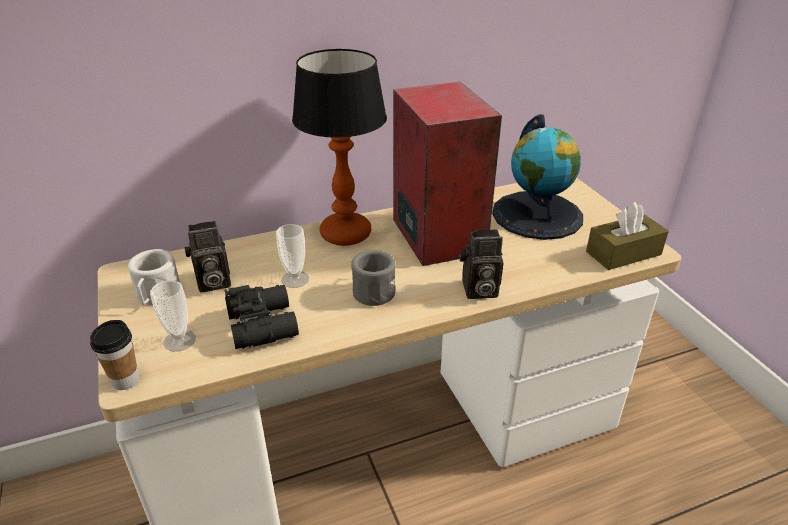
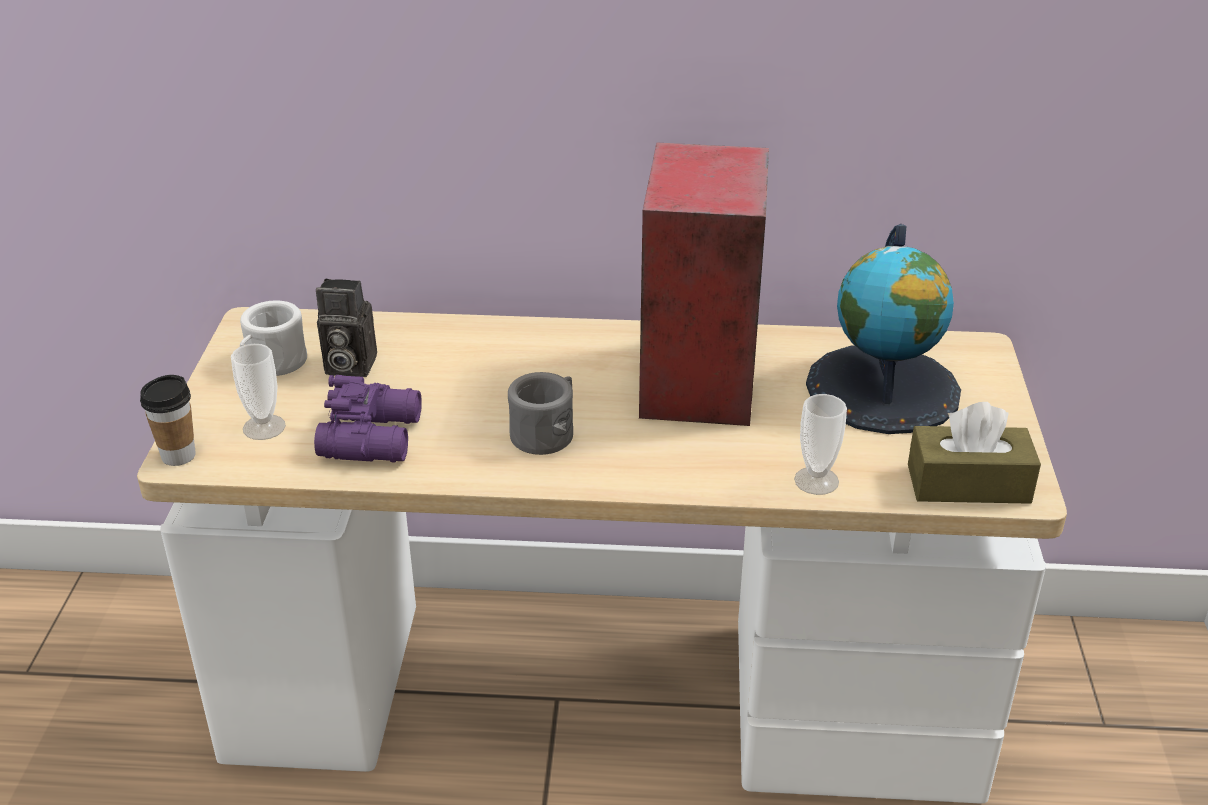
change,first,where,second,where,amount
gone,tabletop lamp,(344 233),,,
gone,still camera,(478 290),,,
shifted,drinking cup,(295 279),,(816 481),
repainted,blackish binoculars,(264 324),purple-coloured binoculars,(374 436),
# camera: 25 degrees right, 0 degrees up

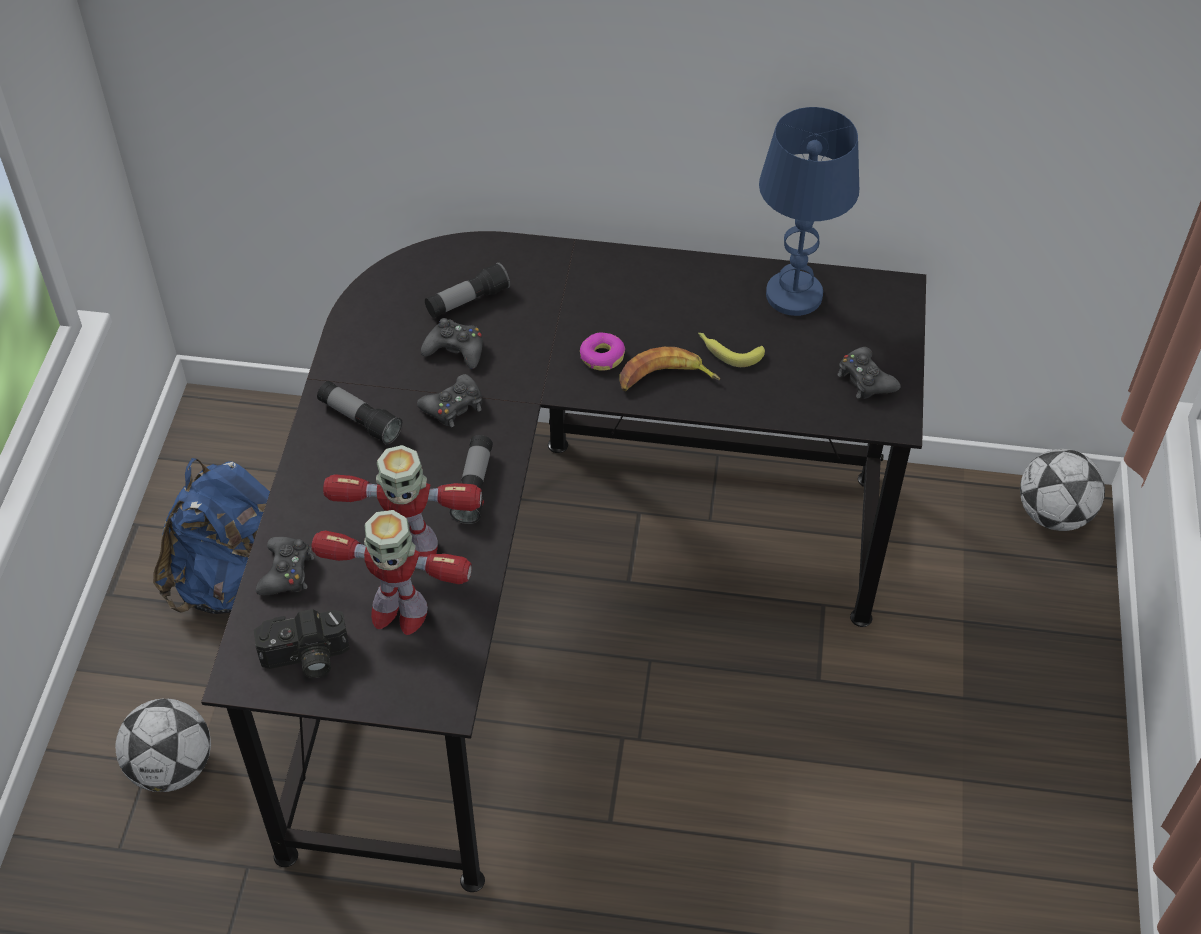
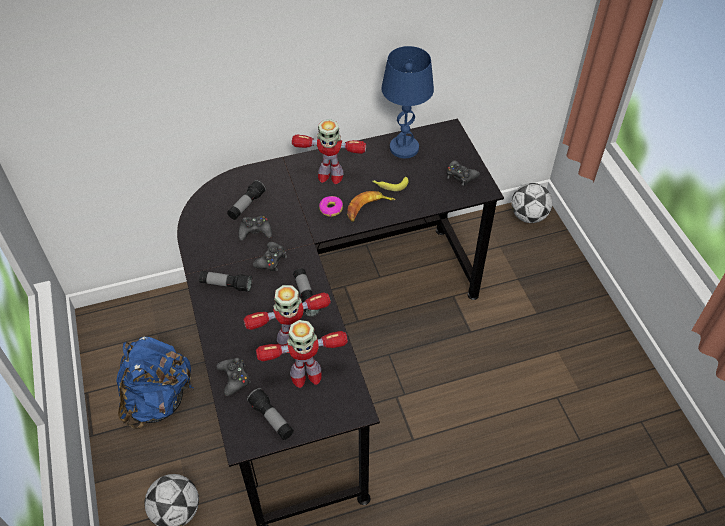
change,first,where,second,where,amount
new,,,toy robot,(329 175),
swapped,still camera,(305 658),hand torch,(271 418),
# camera: 25 degrees left, 0 degrees up

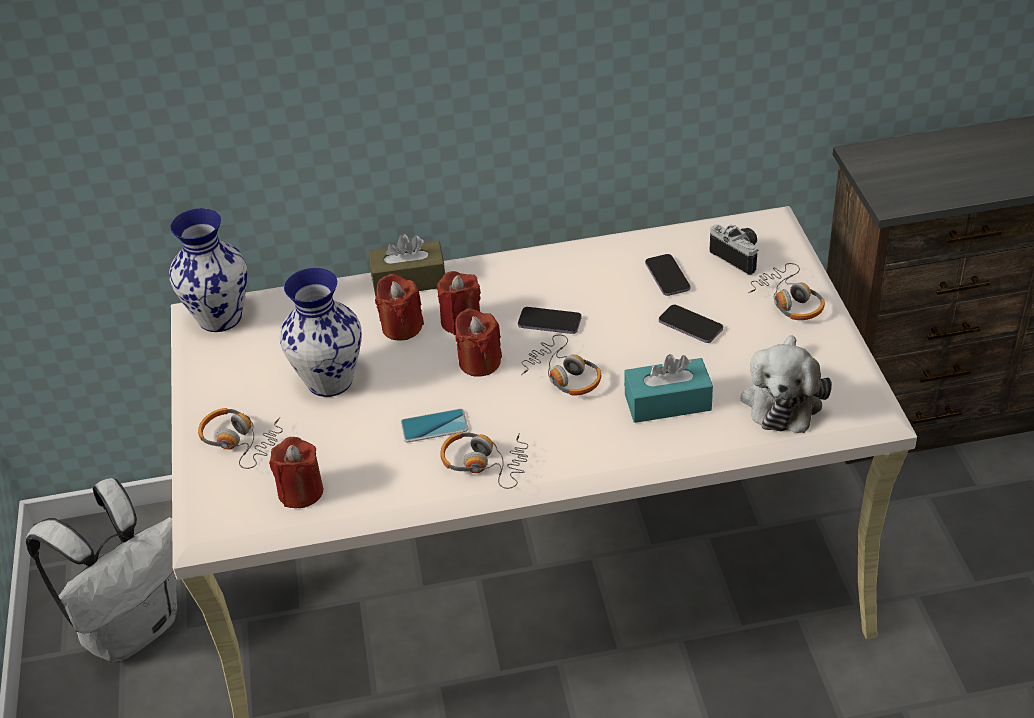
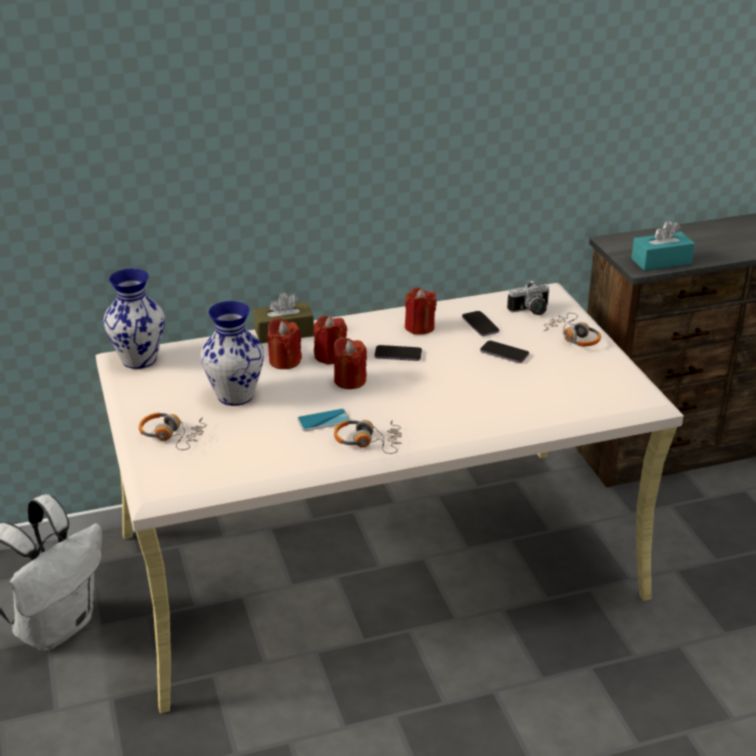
change,first,where,second,where,amount
gone,pair of headphones,(564 375),,,
gone,cuddly toy,(782 398),,,
shifted,red-coloured wax candle,(301 492),,(419 327),
shifted,turquoise tissue holder,(667 402),,(661 261),
rotated,still camera,(740 256),,(531 311),120 degrees clockwise
# camera: 10 degrees left, 10 degrees down

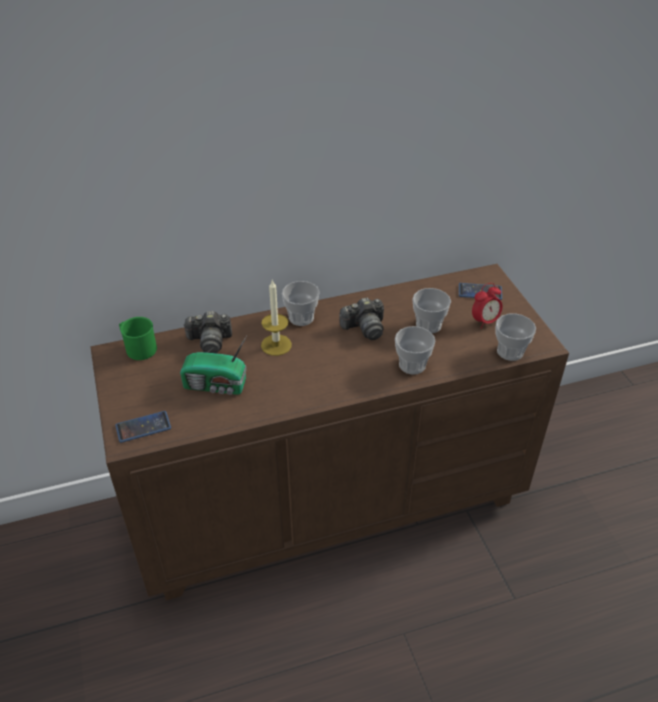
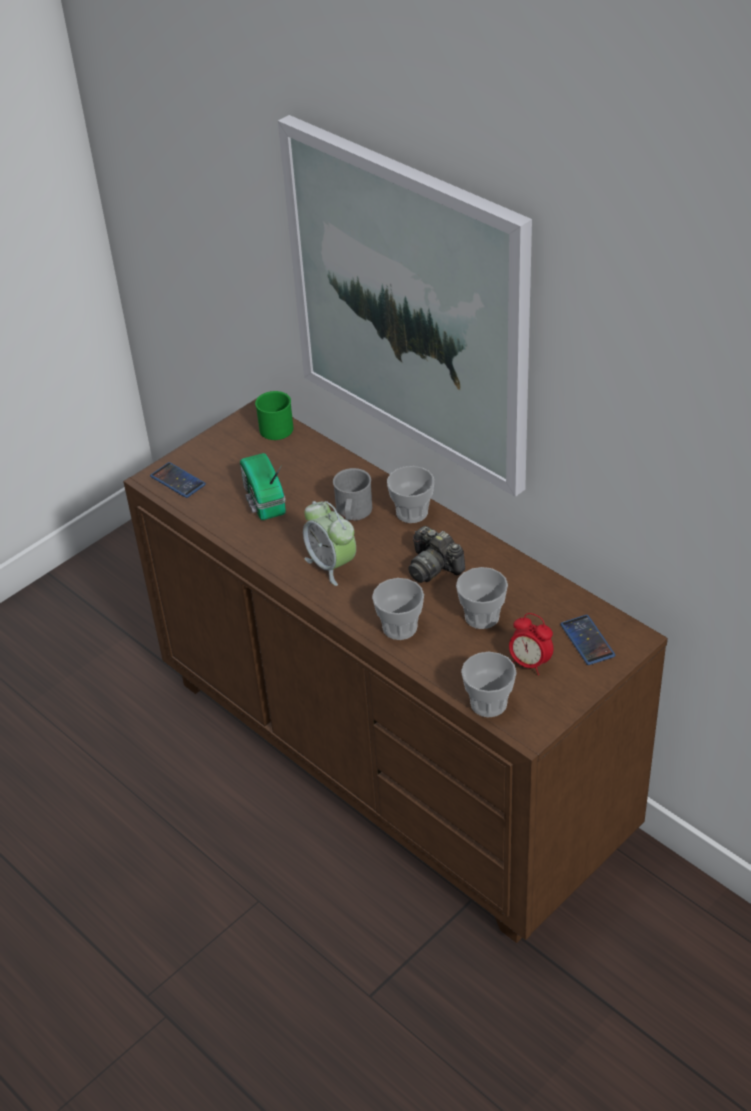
change,first,where,second,where,amount
gone,still camera,(210 341),,,
new,,,wall picture,(409 305),
new,,,bedside clock,(331 565),
swapped,wax candle,(276 345),grey mug,(353 513),
# camera: 65 degrees right, 0 degrees up

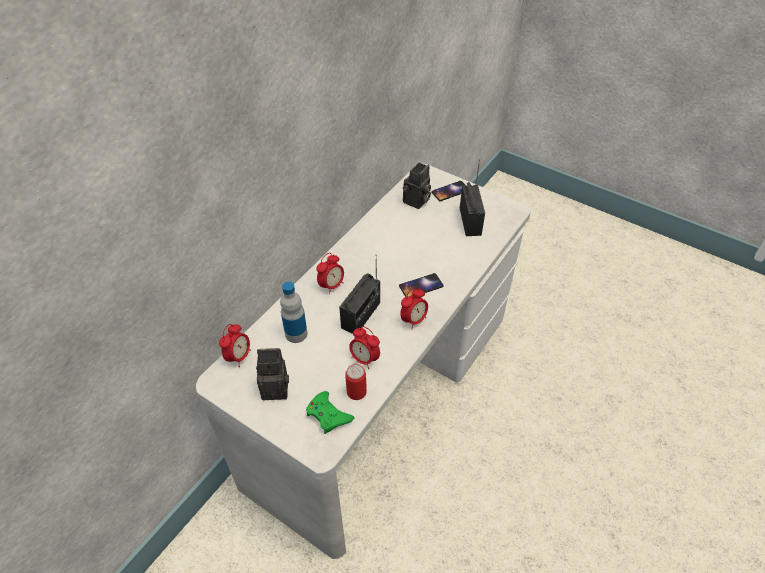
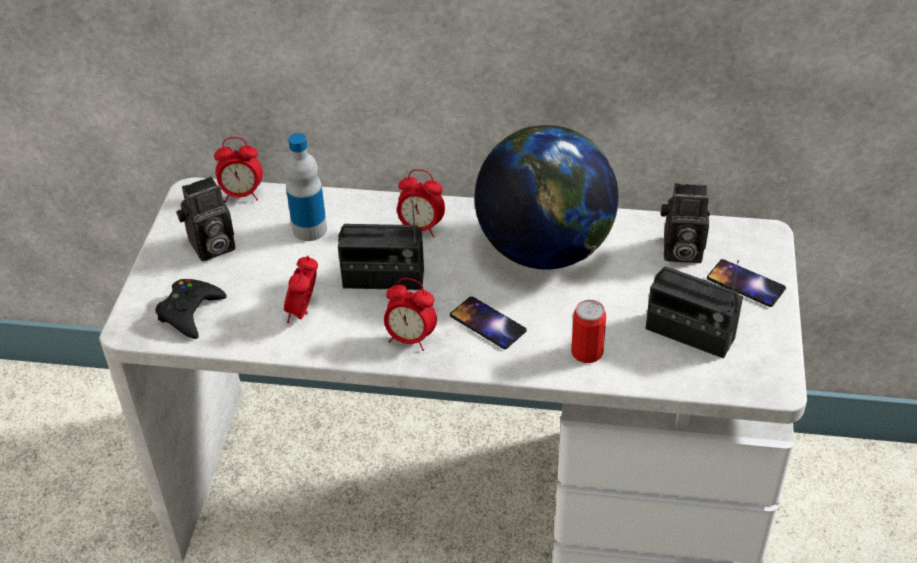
change,first,where,second,where,amount
new,,,world globe,(544 251),
shifted,sealed can,(356 392),,(587 352),
repainted,green-coloured joypad,(328 415),blackish joypad,(190 312),
rotated,still camera,(277 387),,(211 248),90 degrees clockwise
rotated,radio set,(470 221),,(689 334),60 degrees clockwise
# camera: 65 degrees right, 5 degrees down

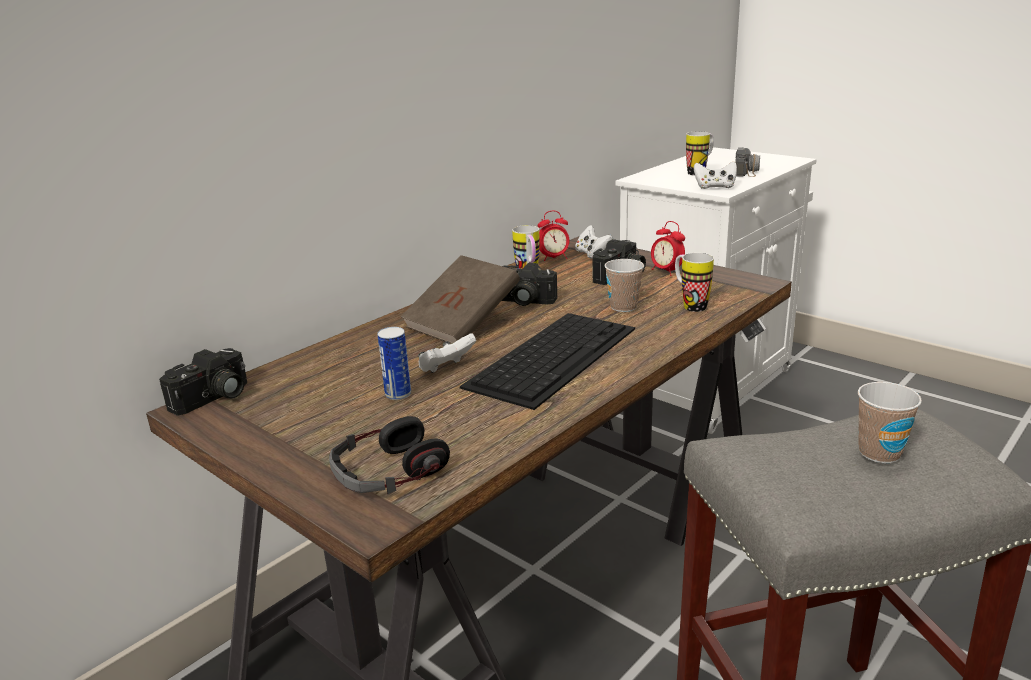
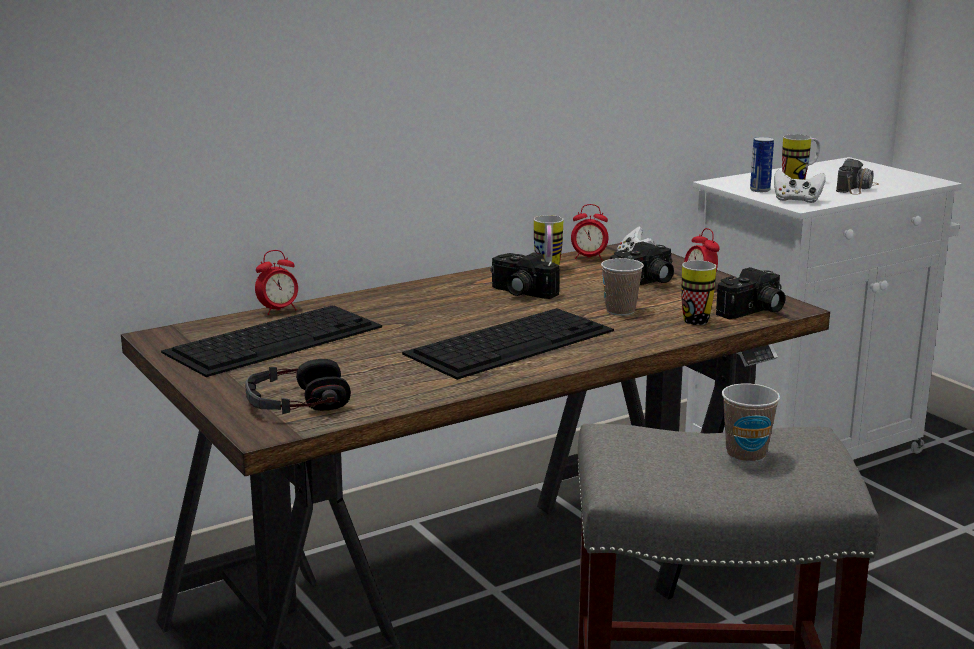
change,first,where,second,where,amount
gone,brownish bound book,(463 324),,,
gone,whitish joypad,(446 368),,,
new,,,keyboard,(276 339),
new,,,bedside clock,(278 310),
shifted,still camera,(213 399),,(753 312),
shifted,sealed can,(398 394),,(760 190),
# camera: 15 degrees right, 5 degrees down

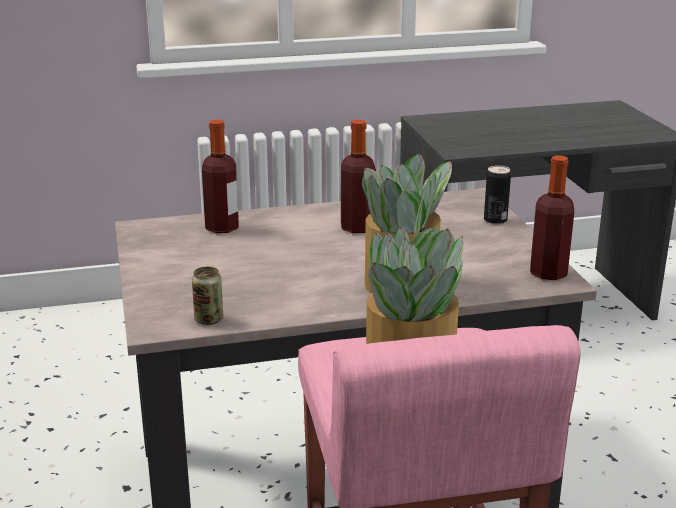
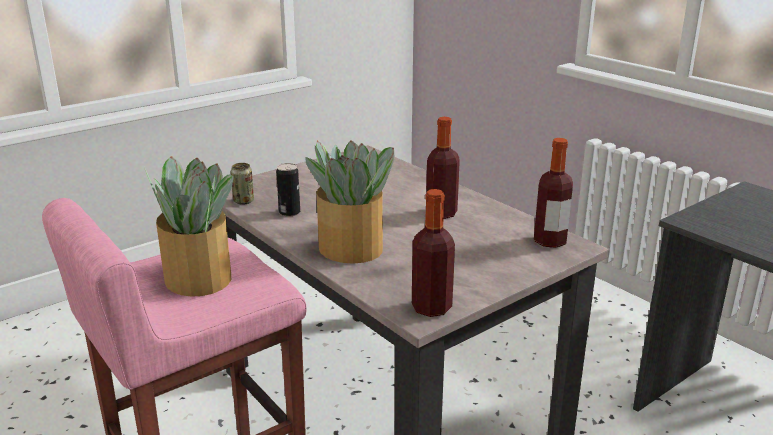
change,first,where,second,where,amount
shifted,beverage bottle,(222 227),,(550 241),
shifted,sealed can,(495 220),,(289 212),
# camera: 65 degrees right, 0 degrees up

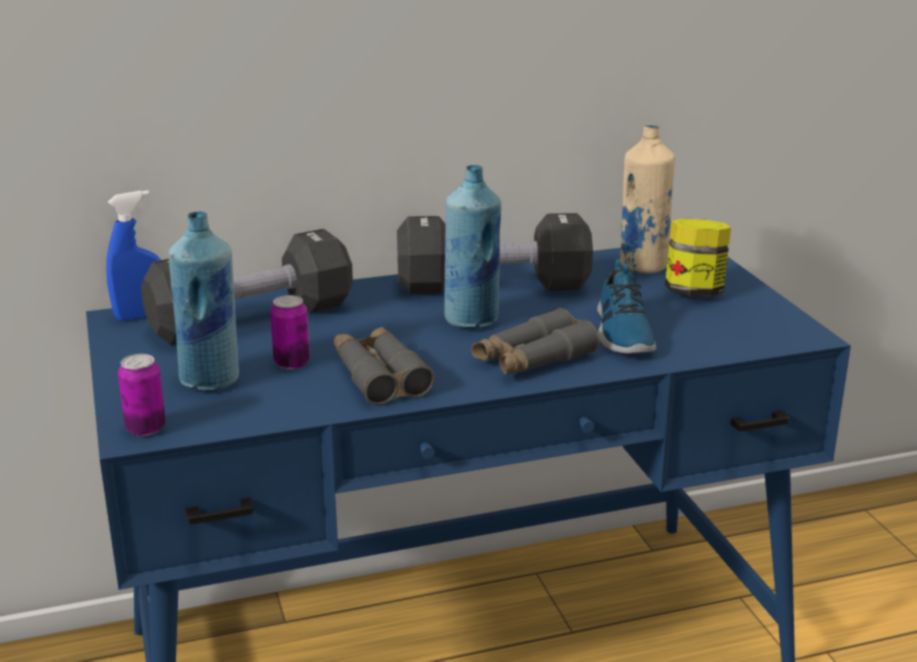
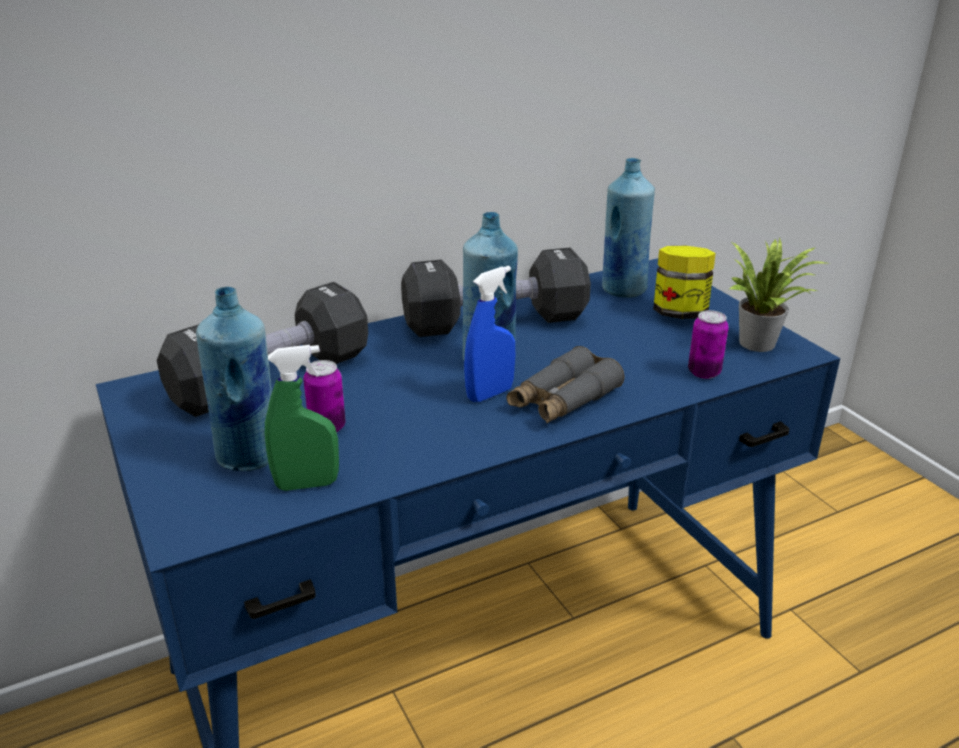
change,first,where,second,where,amount
gone,grey binoculars,(379 376),,,
gone,low shoe,(622 332),,,
new,,,green-coloured spray bottle,(307 484),
new,,,potted plant,(762 343),
shifted,blue spray bottle,(141 316),,(490 394),
shifted,sealed can,(146 428),,(704 372),
repainted,beige beverage bottle,(643 266),blue beverage bottle,(623 290),
# camera: 10 degrees left, 5 degrees up

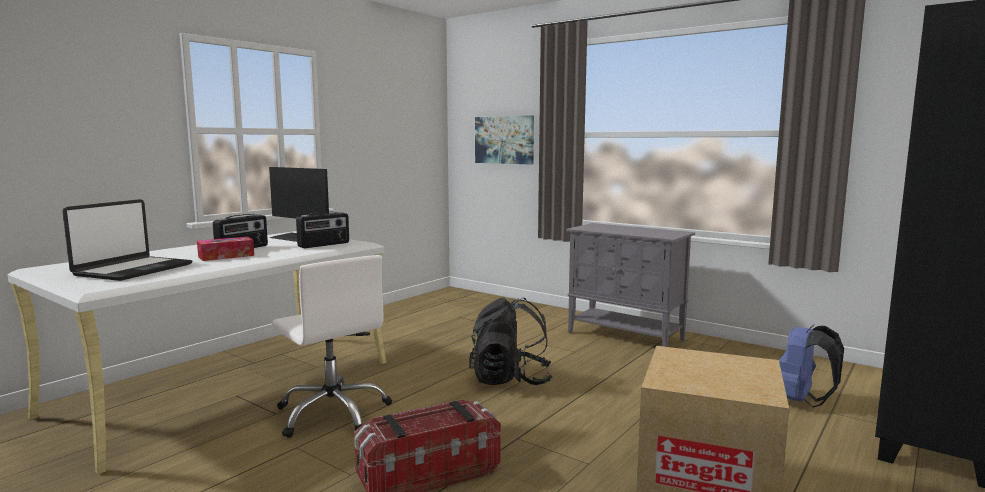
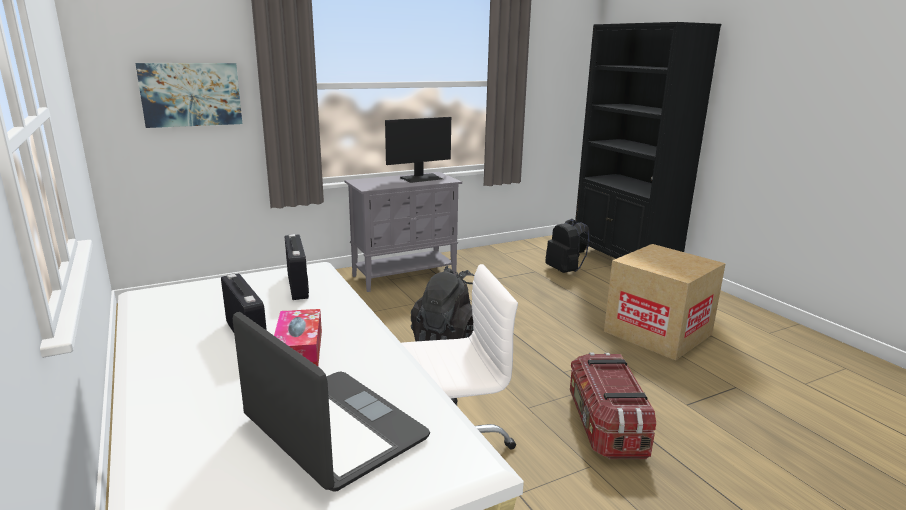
change,first,where,second,where,amount
shifted,monitor,(296 237),,(421 178),
repainted,blue backpack,(801 401),blackish backpack,(565 271),
# camera: 65 degrees left, 10 degrees up

